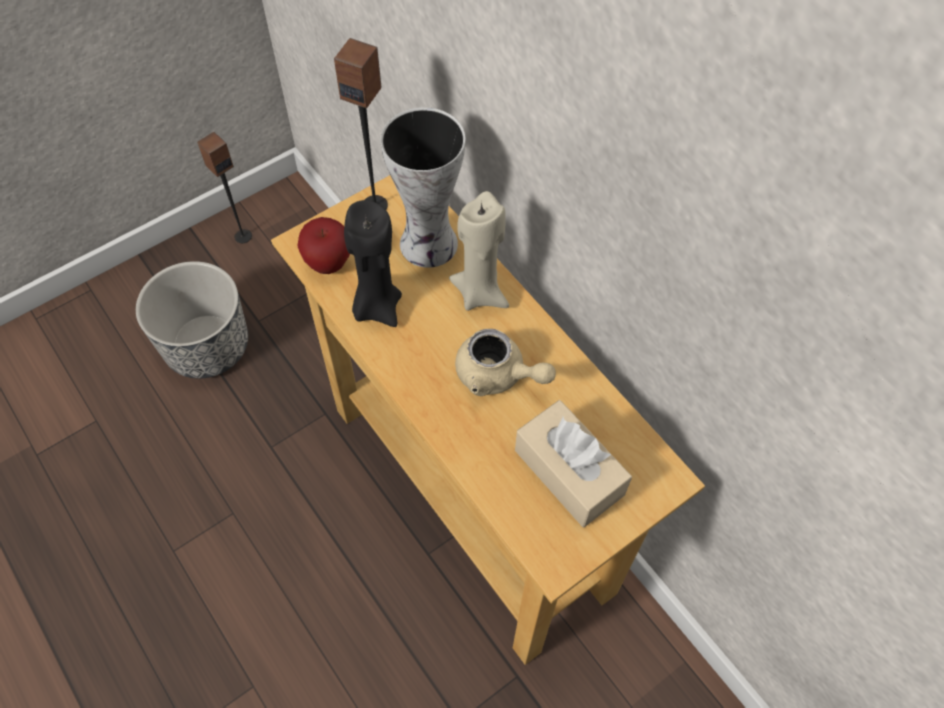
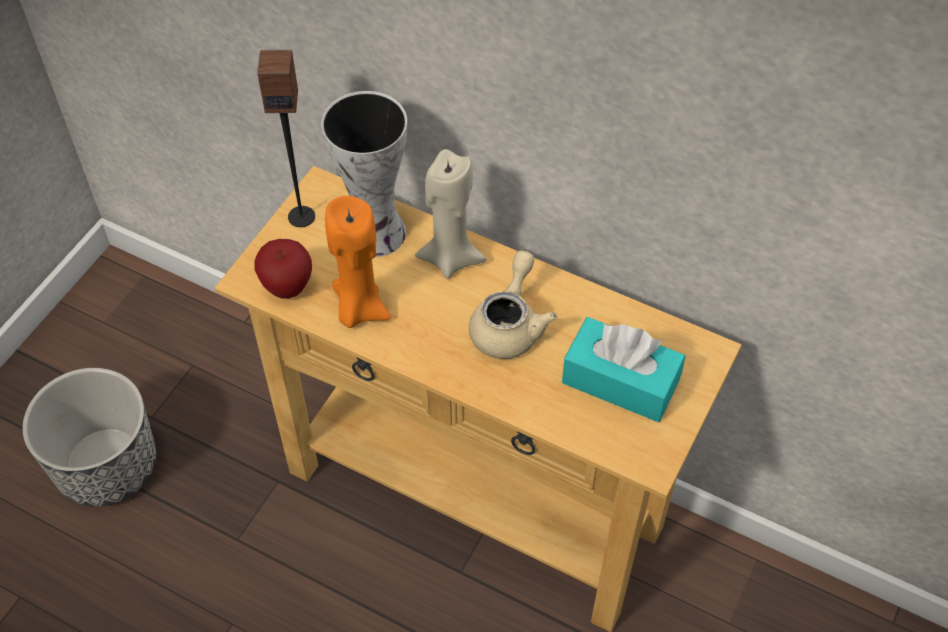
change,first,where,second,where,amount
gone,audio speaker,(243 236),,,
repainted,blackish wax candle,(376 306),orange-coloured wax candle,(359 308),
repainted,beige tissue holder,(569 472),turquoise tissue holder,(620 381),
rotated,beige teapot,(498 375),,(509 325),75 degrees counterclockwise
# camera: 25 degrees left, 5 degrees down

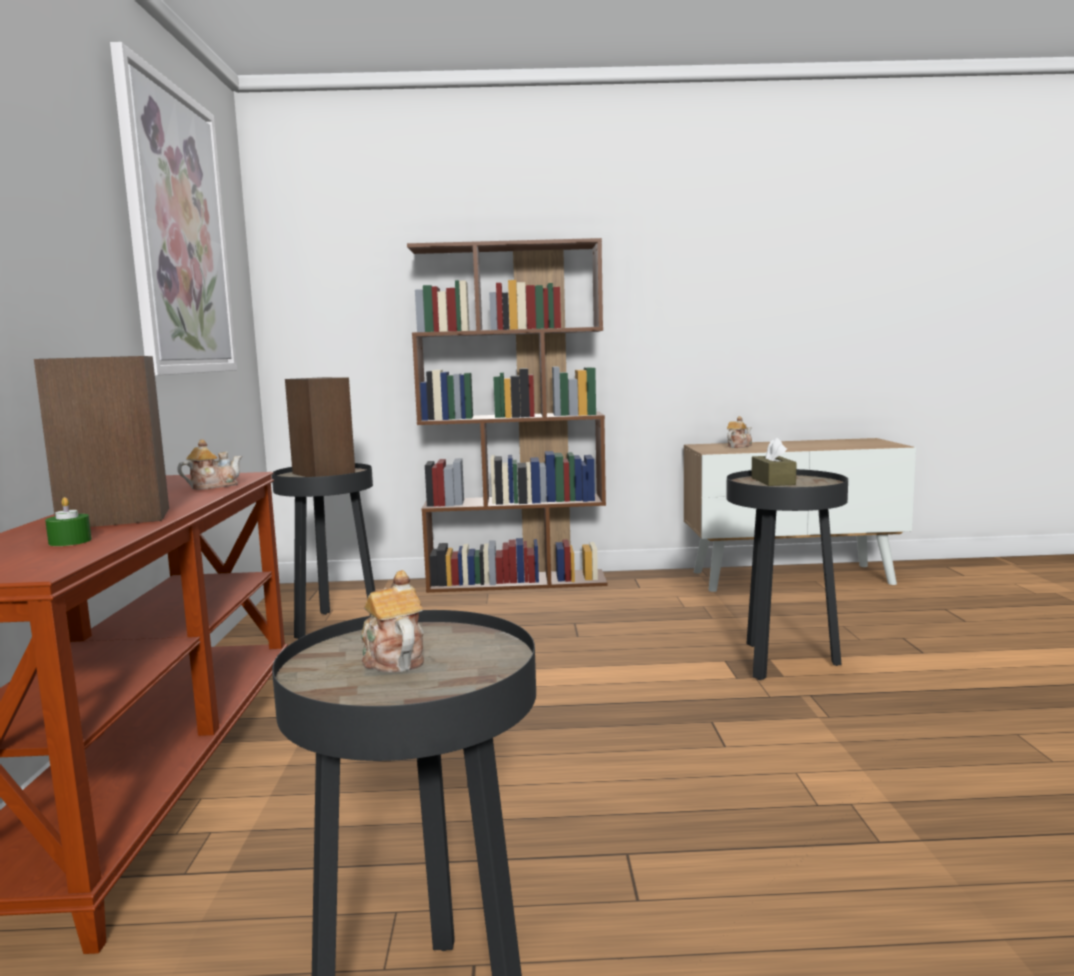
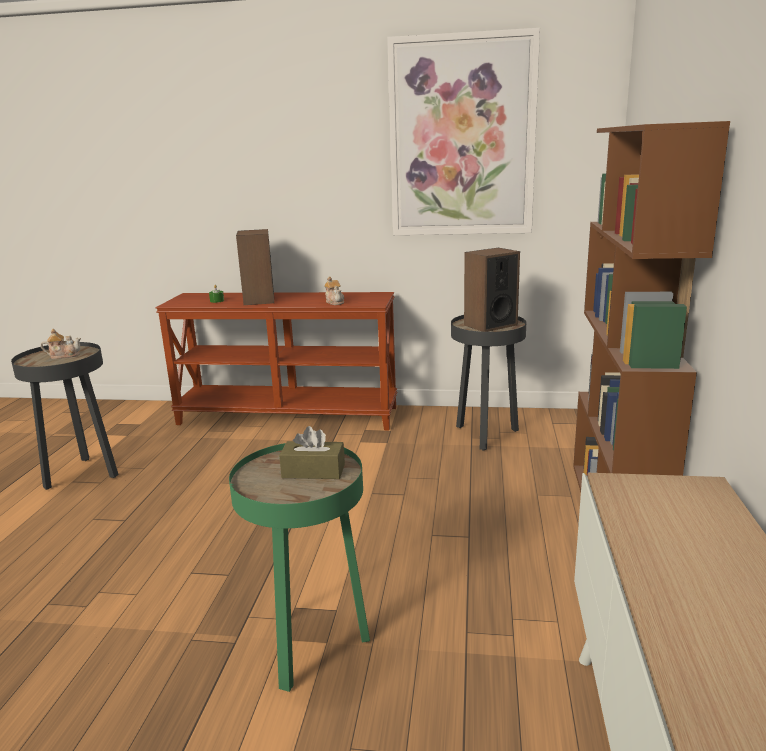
change,first,where,second,where,amount
gone,teapot,(738 446),,,
repainted,blackish side table,(781 663),green-coloured side table,(312 647),
# camera: 100 degrees right, 10 degrees up

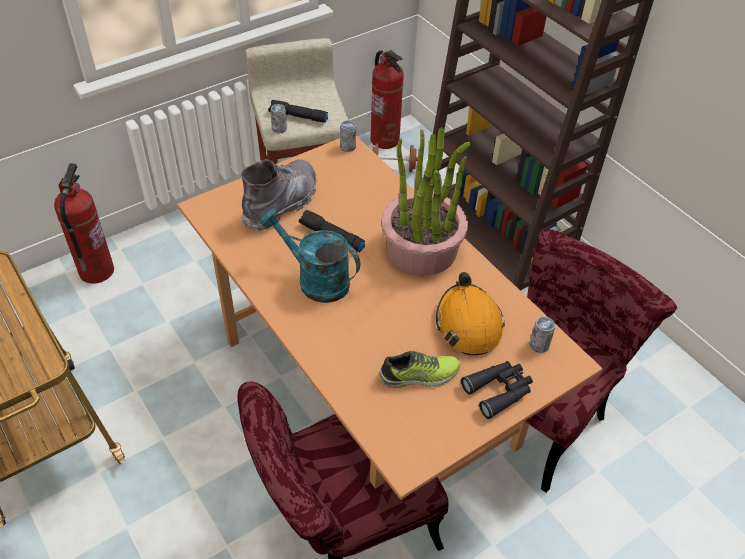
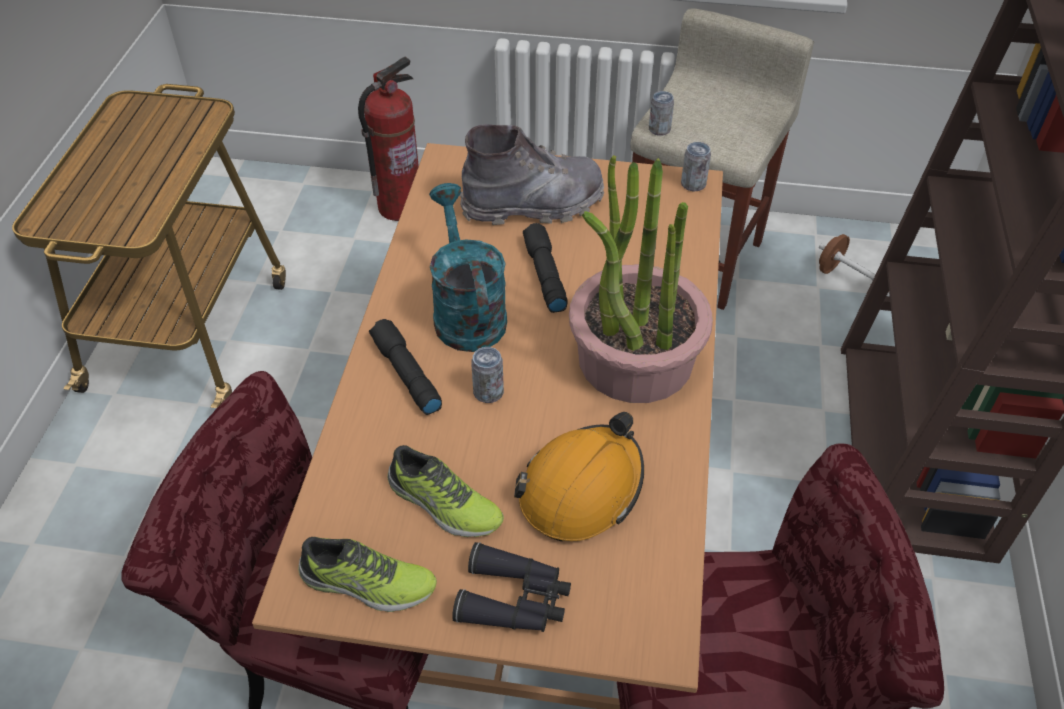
change,first,where,second,where,amount
gone,fire extinguisher,(384 140),,,
new,,,low shoe,(367 584),
shifted,blackish hand torch,(298 117),,(405 374),
shifted,sealed can,(539 345),,(488 392),
# camera: 45 degrees right, 0 degrees up

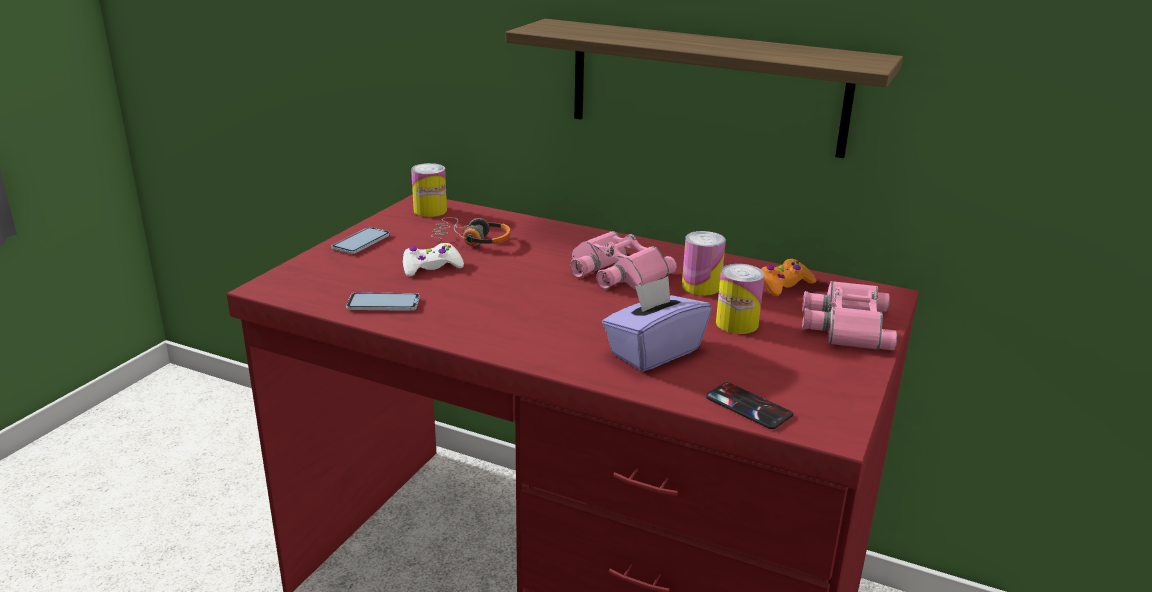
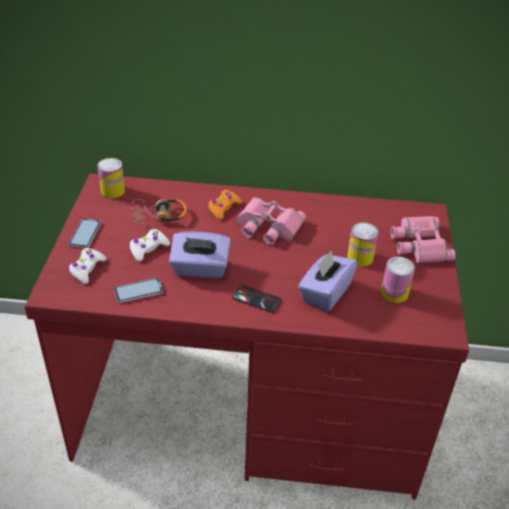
change,first,where,second,where,amount
gone,wall shelf,(706 87),,,
new,,,whitish joypad,(87 269),
new,,,purple-coloured tissue holder,(200 269),
shifted,sealed can,(701 286),,(394 293),
shifted,handset,(748 406),,(256 299),
shifted,orange-coloured joypad,(784 284),,(223 208),
# camera: 20 degrees left, 15 degrees up

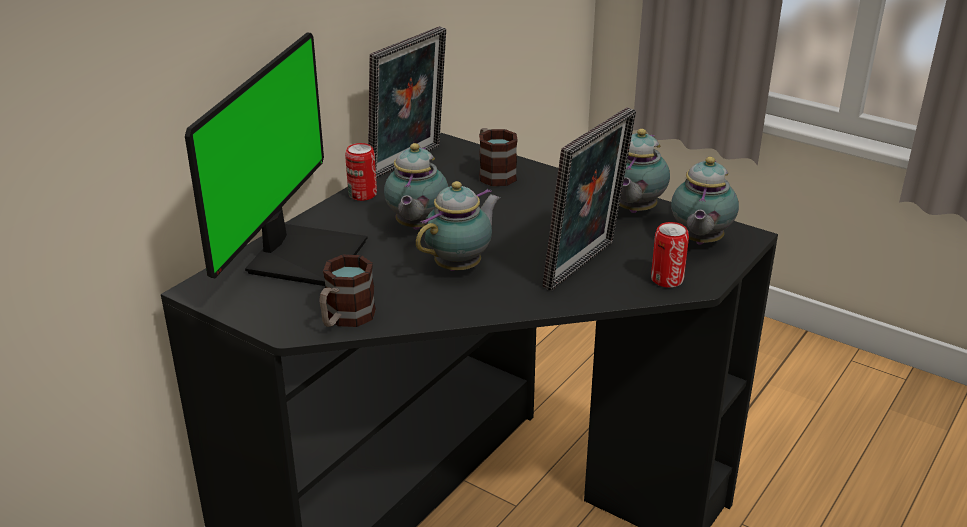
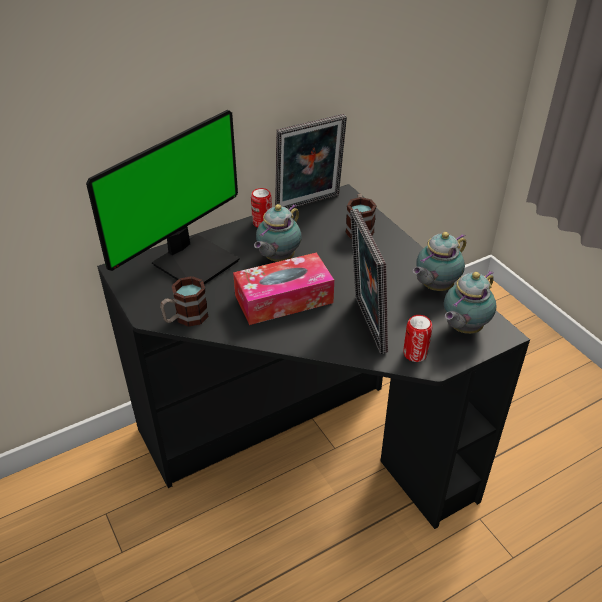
change,first,where,second,where,amount
swapped,teapot,(461 266),tissue holder,(284 299),
rotated,photo frame,(585 267),,(365 325),105 degrees clockwise
# camera: 25 degrees right, 10 degrees up

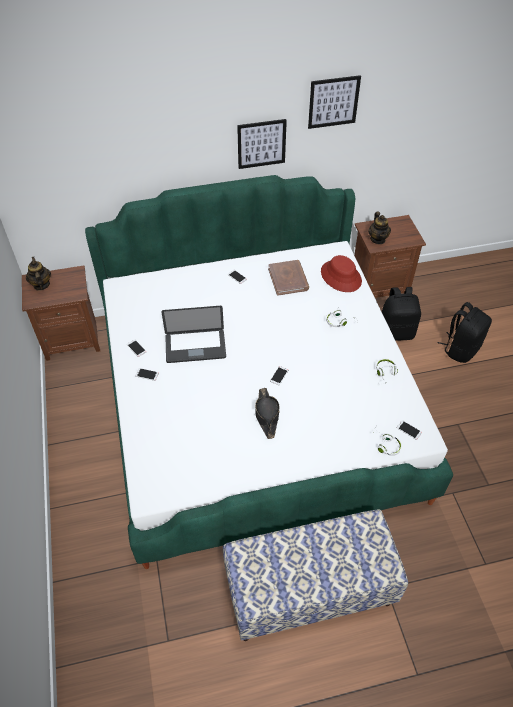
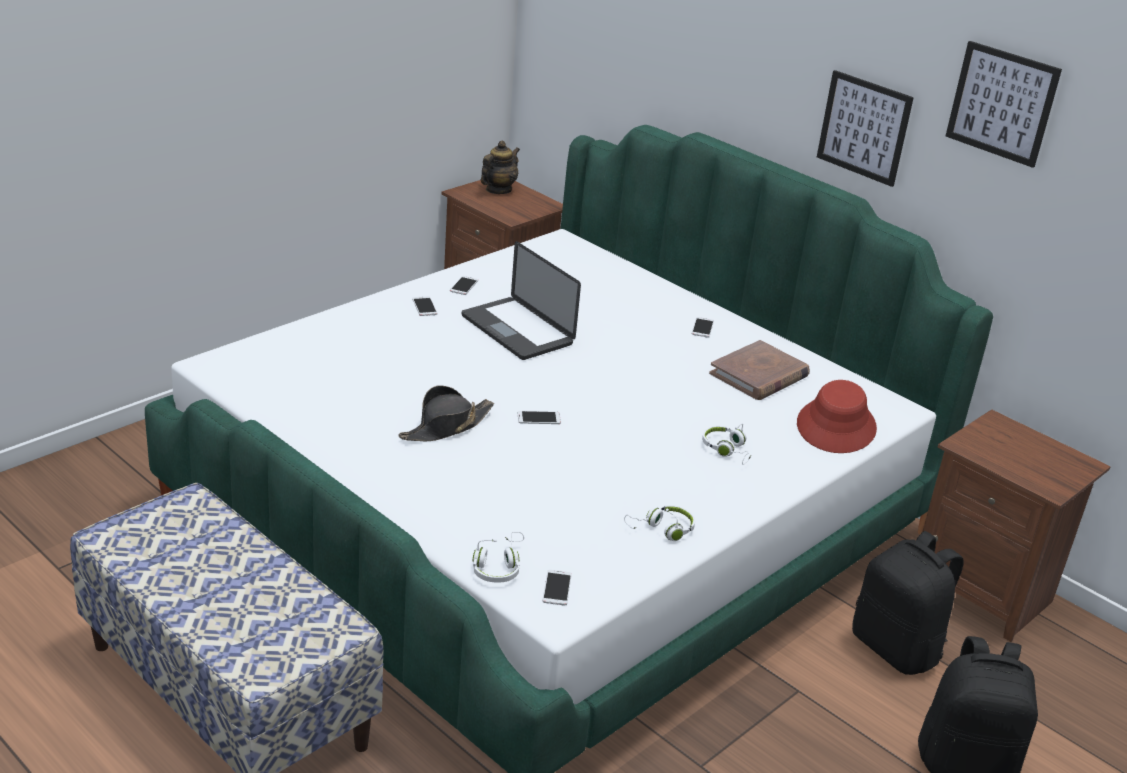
change,first,where,second,where,amount
gone,teapot,(378 239),,,
# camera: 55 degrees right, 20 degrees down

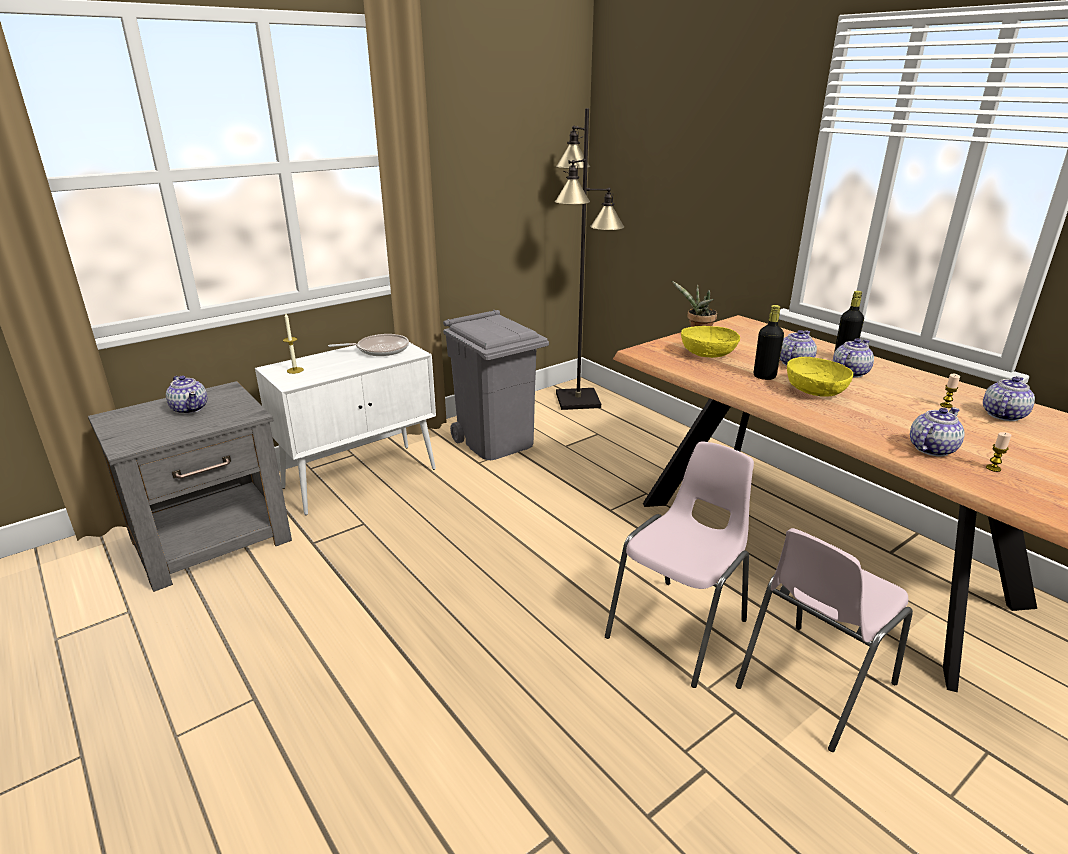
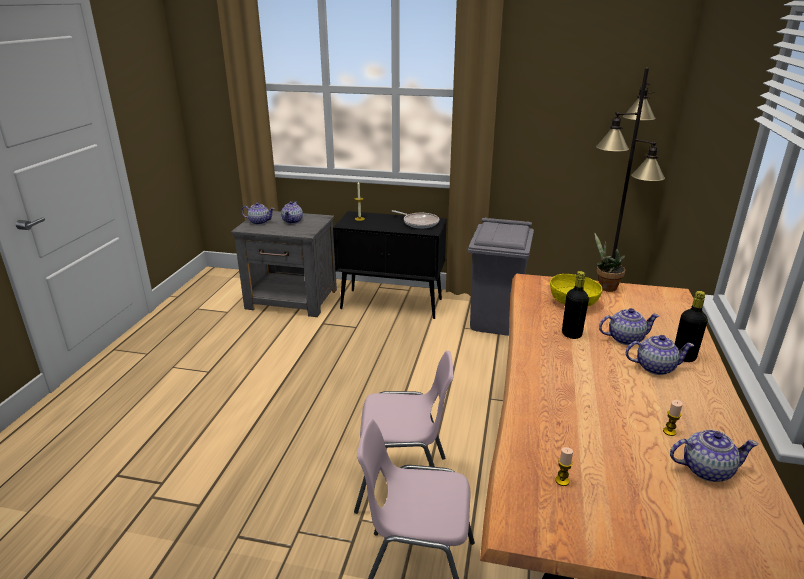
change,first,where,second,where,amount
gone,yellow-coloured deep dish,(815 391),,,
shifted,teapot,(931 449),,(259 222),
repainted,whitish cabinet,(361 478),blackish cabinet,(392 304),
# camera: 50 degrees right, 0 degrees up

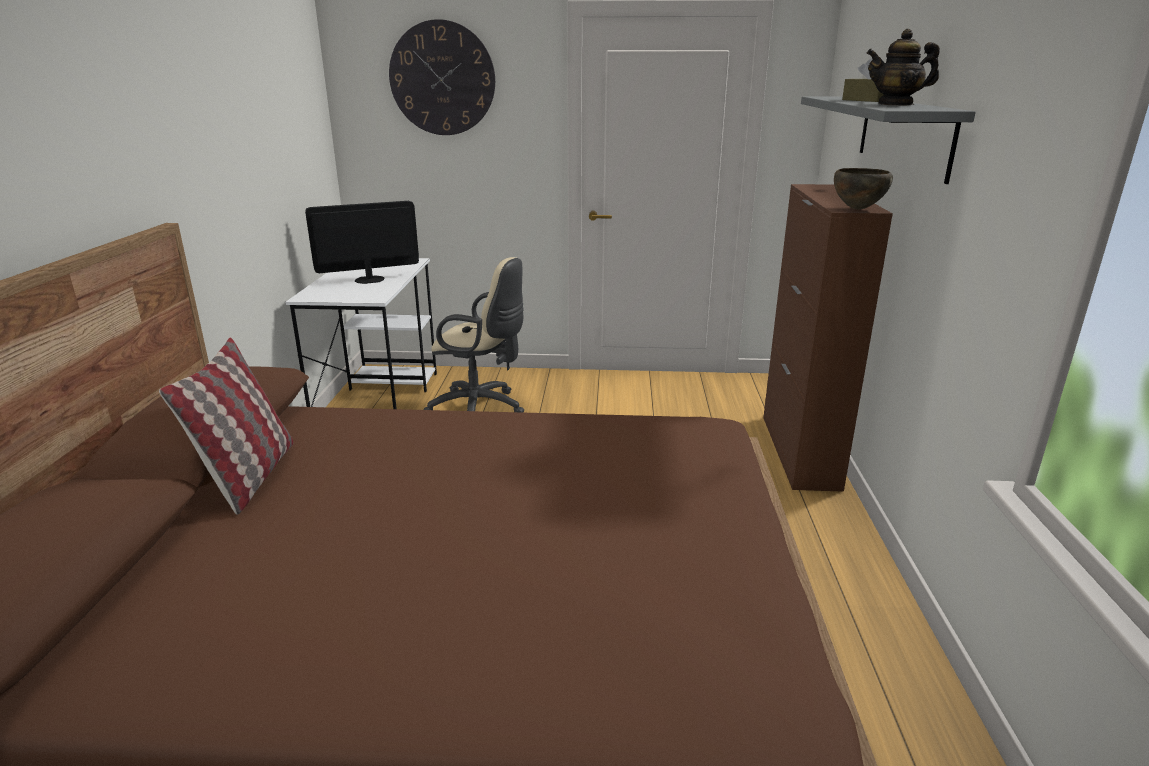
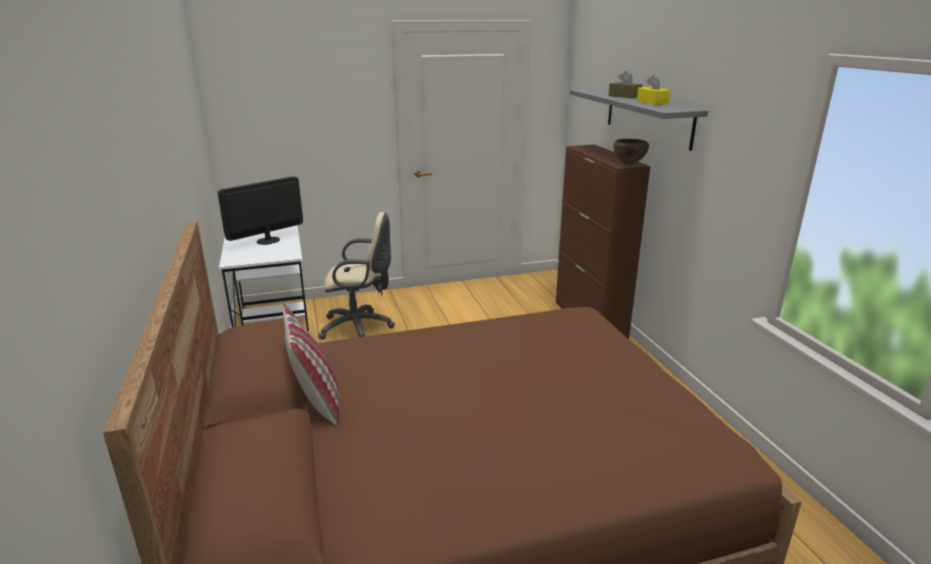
change,first,where,second,where,amount
gone,clock on the wall,(442 79),,,
swapped,teapot,(896 104),yellow-coloured tissue holder,(652 102),
# camera: 20 degrees left, 0 degrees up

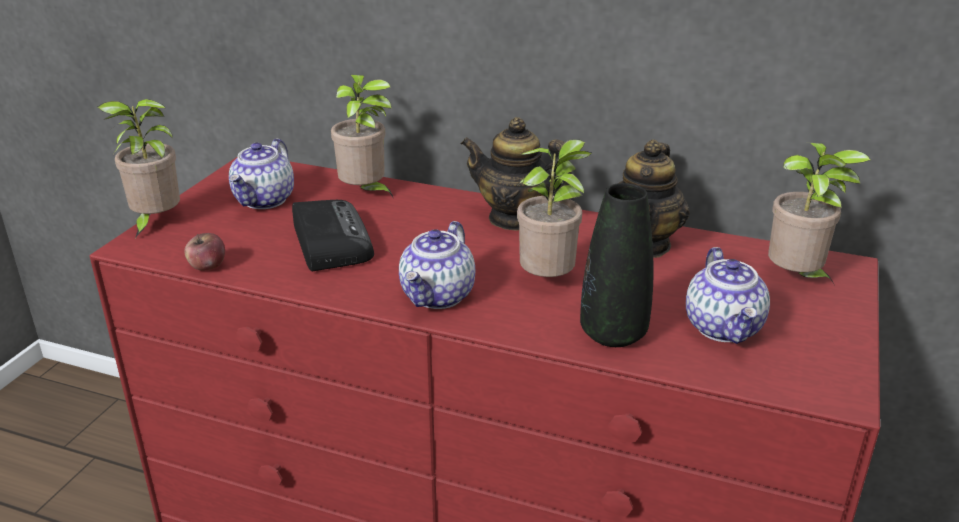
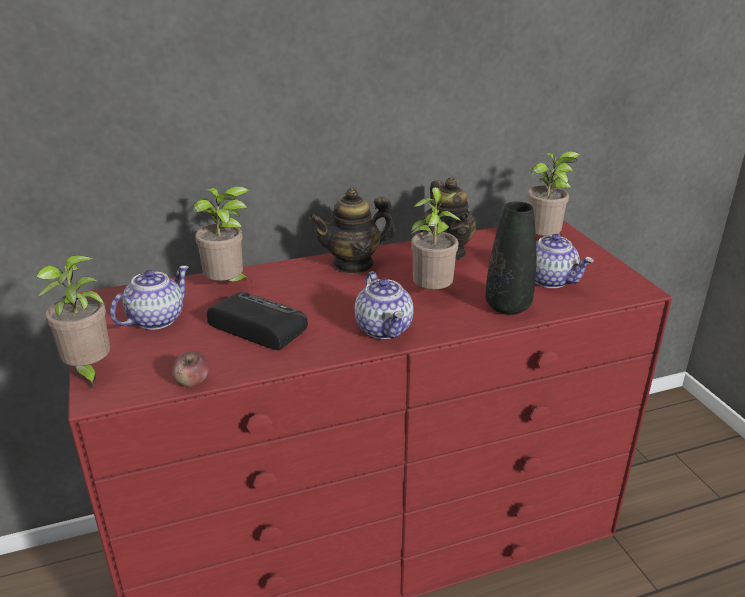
change,first,where,second,where,amount
rotated,teapot,(265 200),,(156 319),120 degrees counterclockwise
# camera: 40 degrees left, 0 degrees up

